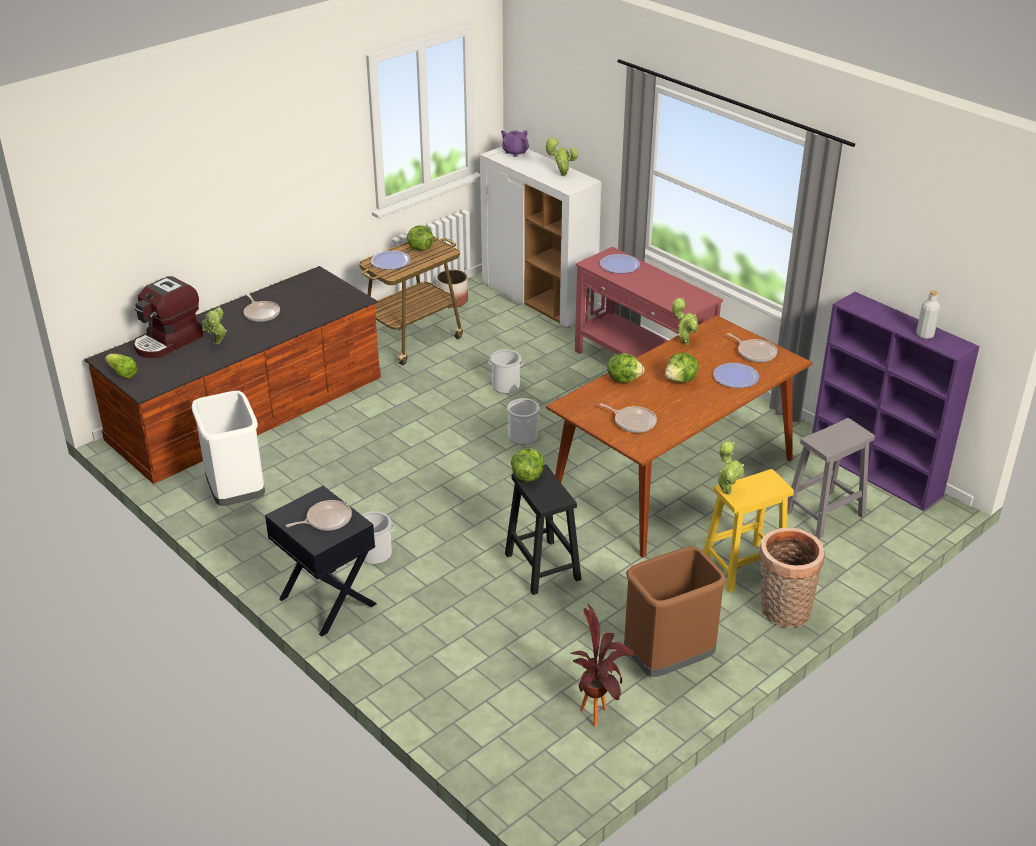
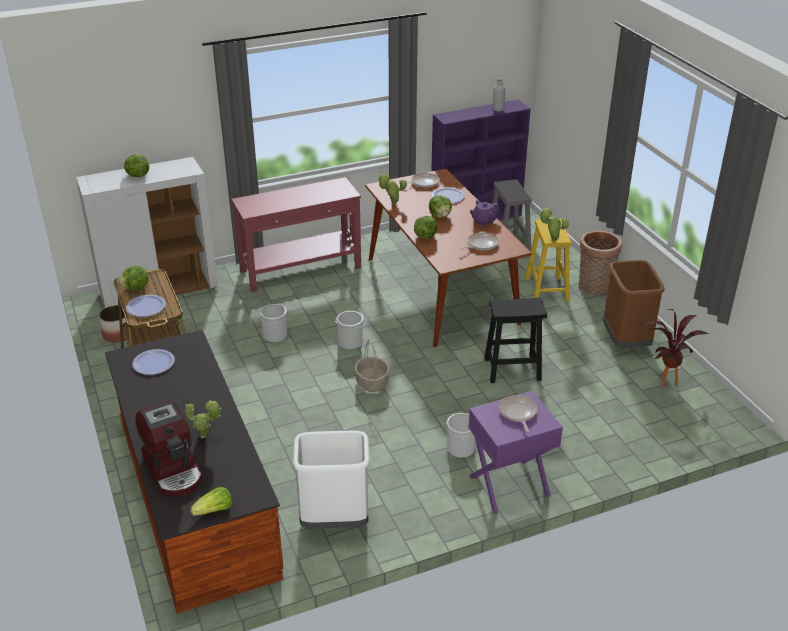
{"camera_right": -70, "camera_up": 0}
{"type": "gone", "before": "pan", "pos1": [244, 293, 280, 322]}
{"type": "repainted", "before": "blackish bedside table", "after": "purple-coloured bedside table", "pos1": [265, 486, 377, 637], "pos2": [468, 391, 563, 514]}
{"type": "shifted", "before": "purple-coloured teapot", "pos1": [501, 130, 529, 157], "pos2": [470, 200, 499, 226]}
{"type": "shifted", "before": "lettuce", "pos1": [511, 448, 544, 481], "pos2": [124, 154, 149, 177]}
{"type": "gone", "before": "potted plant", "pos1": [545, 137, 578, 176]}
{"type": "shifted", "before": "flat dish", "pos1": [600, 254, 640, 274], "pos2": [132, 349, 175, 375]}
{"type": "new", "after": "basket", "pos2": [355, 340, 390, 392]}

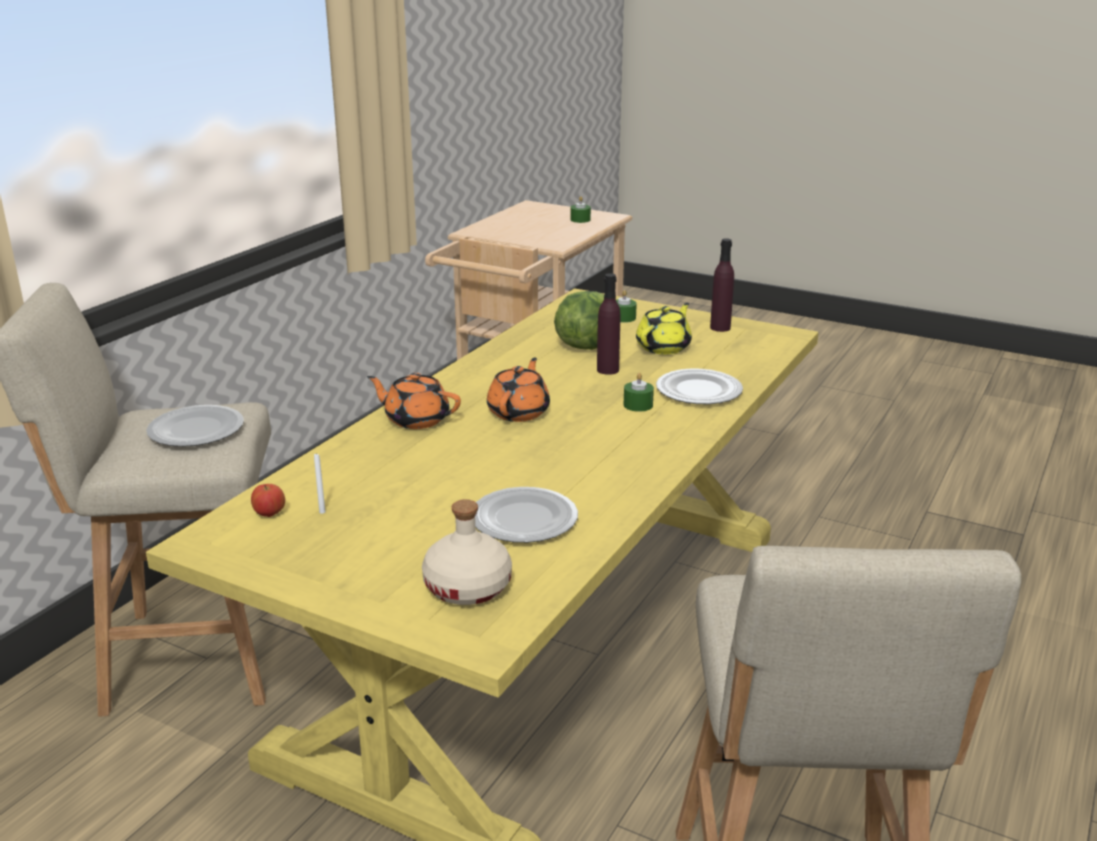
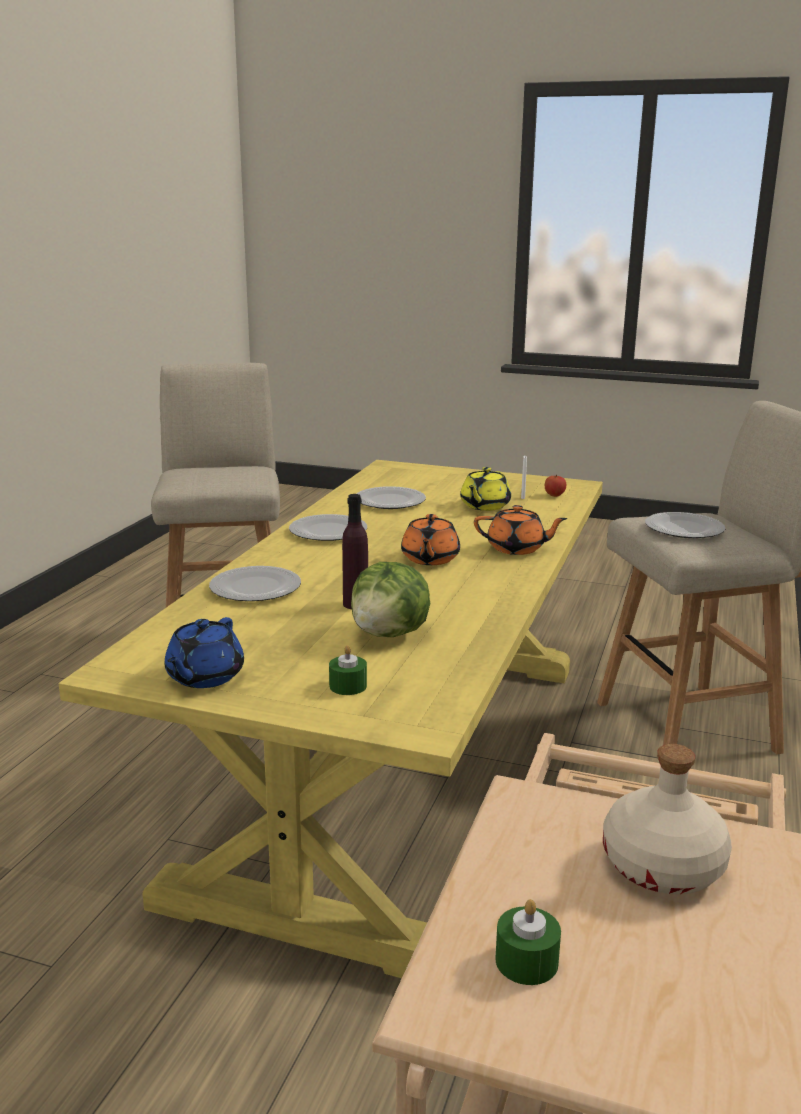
{"camera_right": 170, "camera_up": -5}
{"type": "shifted", "before": "beige bottle", "pos1": [422, 499, 512, 605], "pos2": [603, 744, 732, 894]}
{"type": "gone", "before": "green-coloured wax light", "pos1": [624, 373, 654, 412]}
{"type": "shifted", "before": "yellowish teapot", "pos1": [636, 303, 692, 354], "pos2": [460, 467, 511, 511]}
{"type": "swapped", "before": "purple-coloured bottle", "after": "bluish teapot", "pos1": [710, 238, 734, 332], "pos2": [165, 617, 244, 688]}
{"type": "new", "after": "flat dish", "pos2": [289, 514, 367, 541]}

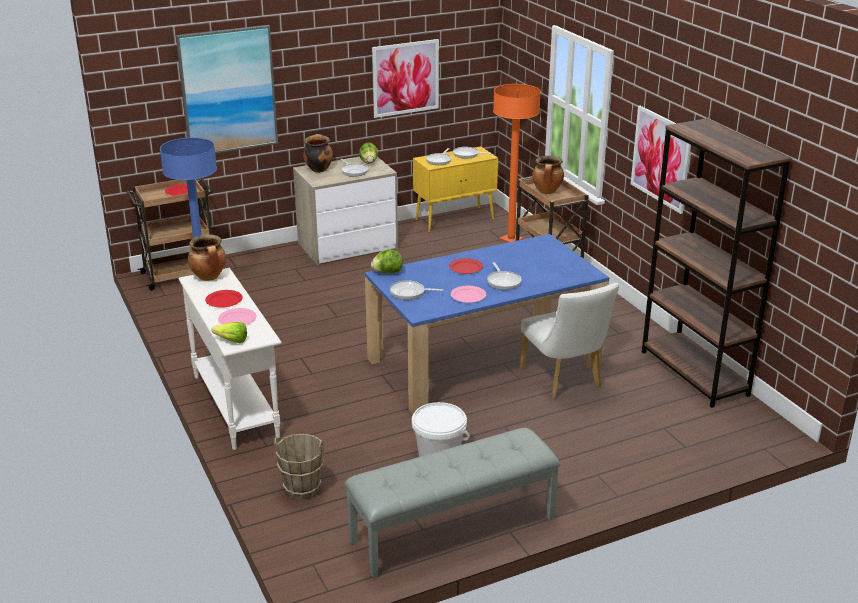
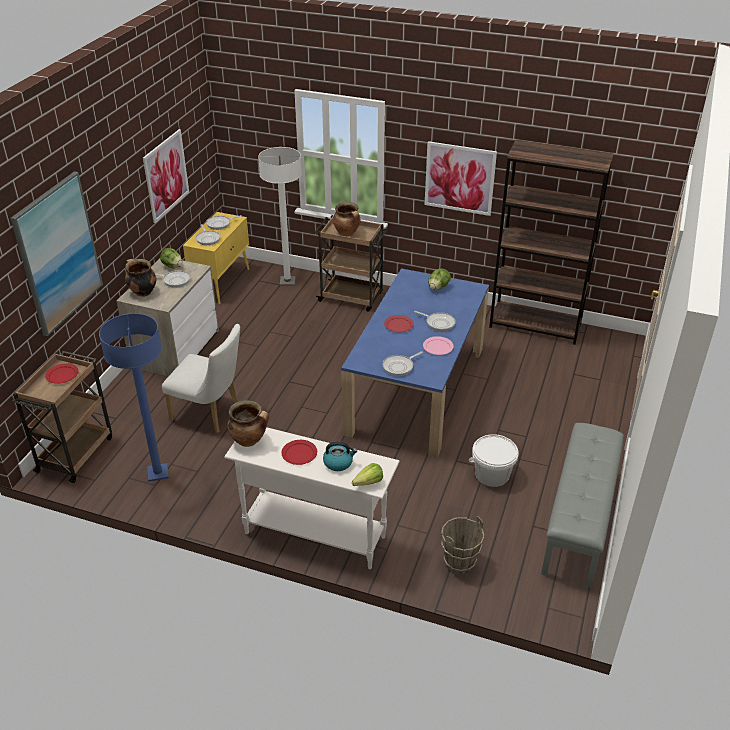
{"camera_right": -45, "camera_up": 10}
{"type": "swapped", "before": "pinkish flat dish", "after": "kettle", "pos1": [218, 308, 256, 325], "pos2": [323, 441, 357, 471]}
{"type": "shifted", "before": "lettuce", "pos1": [371, 249, 403, 274], "pos2": [428, 268, 451, 290]}
{"type": "repainted", "before": "orange-coloured standard lamp", "after": "white-coloured standard lamp", "pos1": [493, 84, 541, 243], "pos2": [258, 147, 302, 286]}
{"type": "shifted", "before": "white-coloured chair", "pos1": [520, 283, 619, 399], "pos2": [162, 324, 240, 433]}

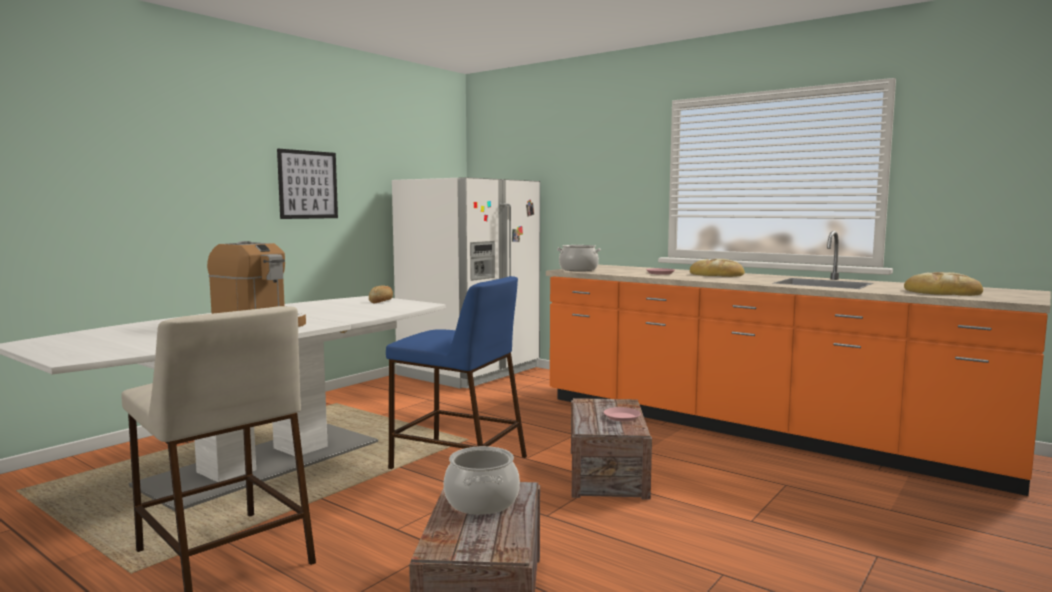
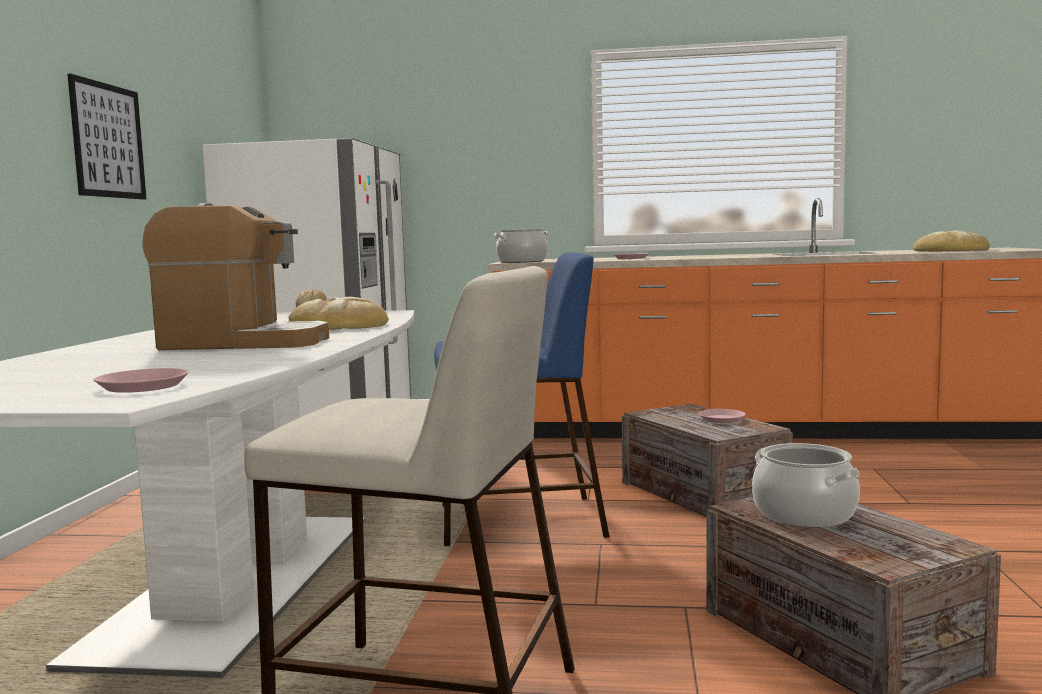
{"camera_right": -30, "camera_up": 0}
{"type": "shifted", "before": "baked bread", "pos1": [690, 259, 745, 277], "pos2": [289, 297, 389, 330]}
{"type": "new", "after": "pinkish flat dish", "pos2": [94, 368, 189, 393]}

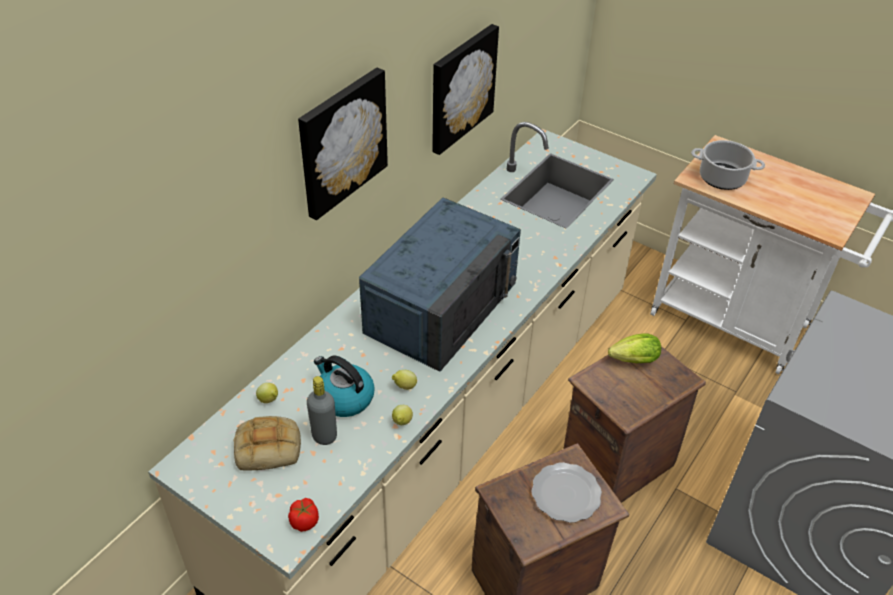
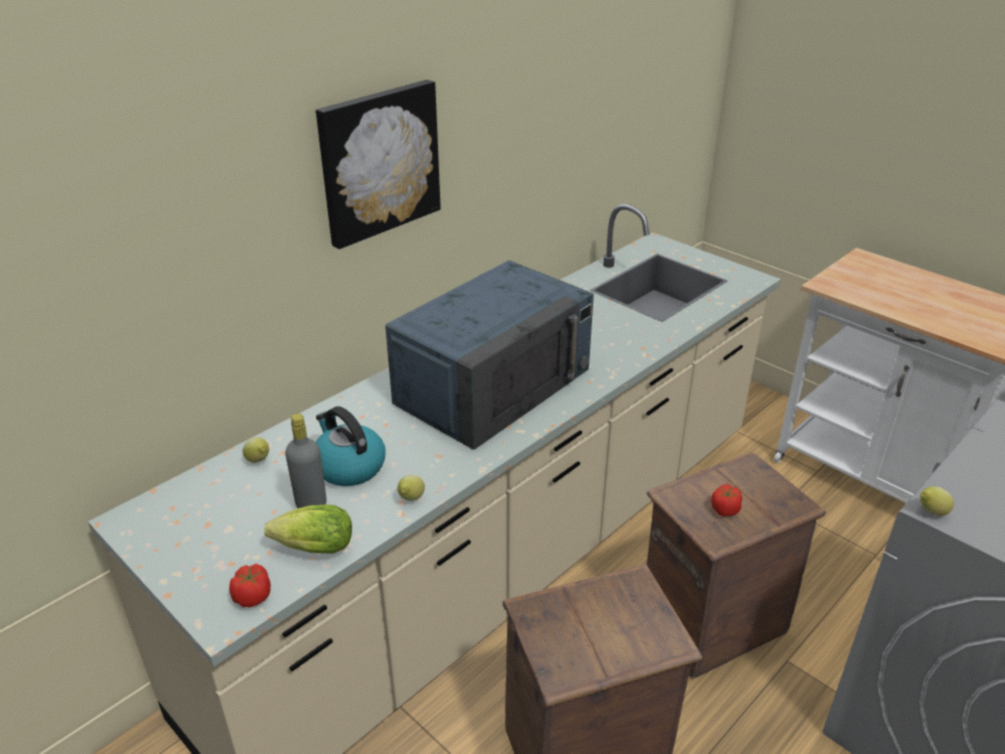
{"camera_right": 10, "camera_up": -10}
{"type": "gone", "before": "baked bread", "pos1": [233, 416, 301, 471]}
{"type": "shifted", "before": "whole lemon", "pos1": [392, 370, 417, 390], "pos2": [920, 486, 954, 516]}
{"type": "gone", "before": "wall picture", "pos1": [432, 24, 499, 155]}
{"type": "gone", "before": "flat dish", "pos1": [532, 462, 602, 523]}
{"type": "shifted", "before": "lettuce", "pos1": [608, 333, 661, 363], "pos2": [264, 505, 352, 554]}
{"type": "gone", "before": "saucepot", "pos1": [691, 140, 765, 190]}
{"type": "new", "after": "tomato", "pos2": [711, 484, 742, 516]}

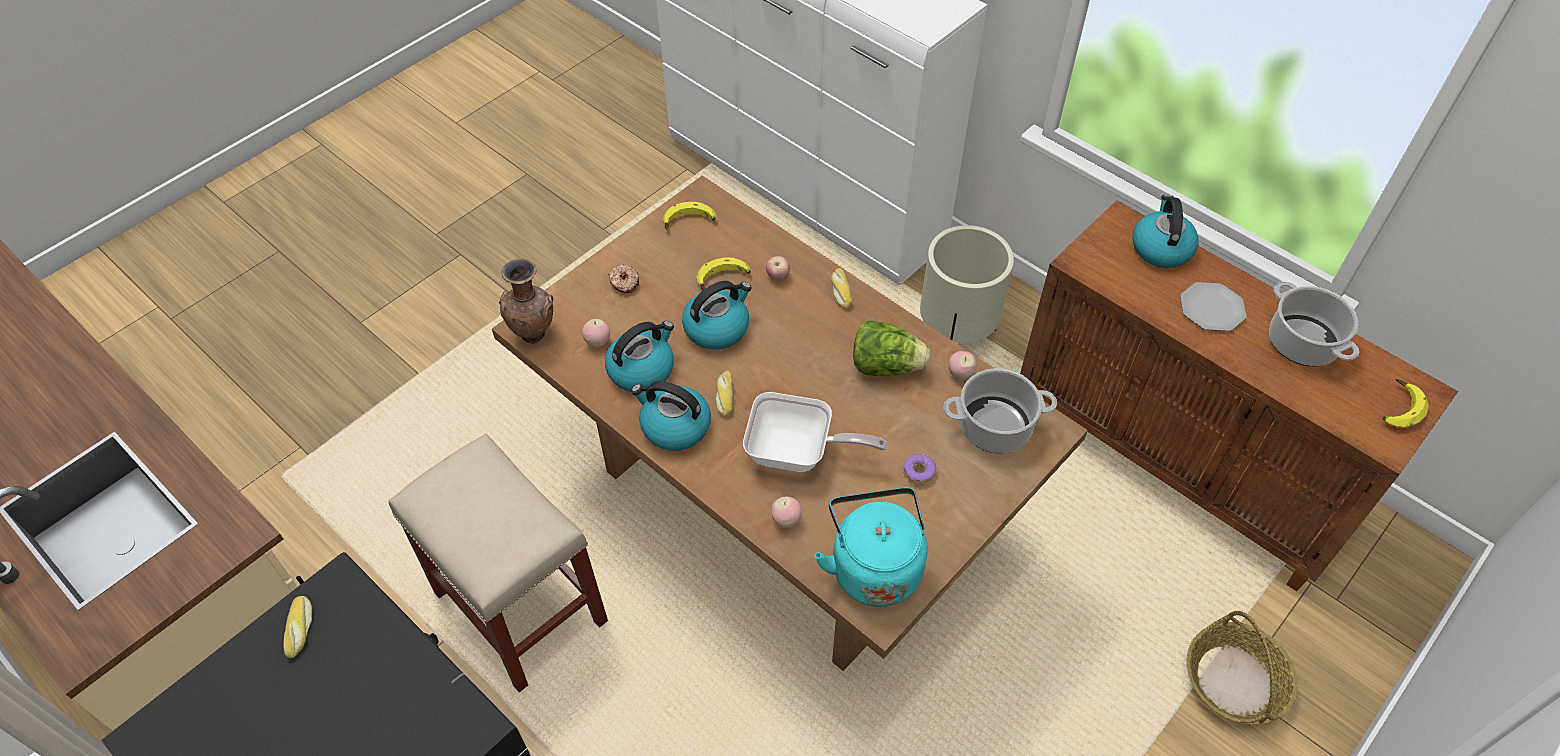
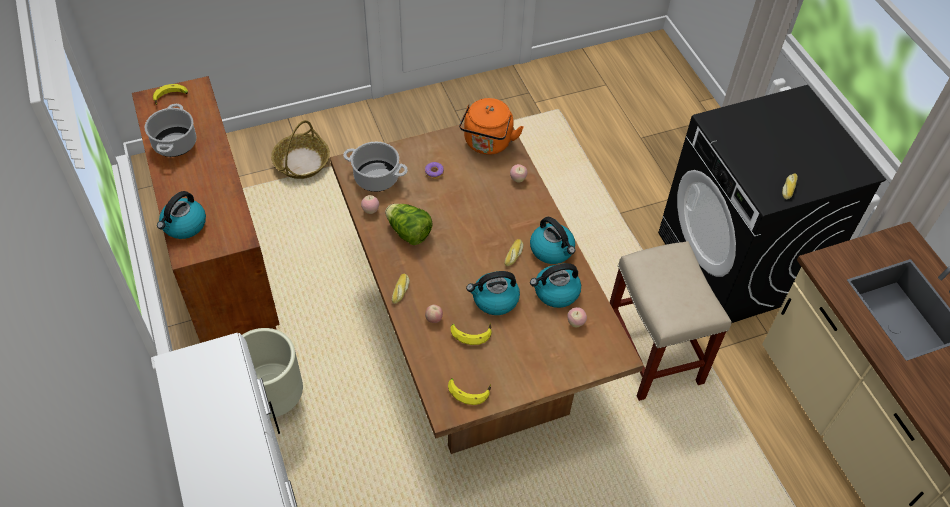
{"camera_right": -155, "camera_up": 0}
{"type": "gone", "before": "brown-coloured flower vase", "pos1": [499, 259, 553, 344]}
{"type": "gone", "before": "doughnut", "pos1": [609, 265, 639, 293]}
{"type": "gone", "before": "pan", "pos1": [743, 392, 887, 472]}
{"type": "repainted", "before": "turquoise kettle", "after": "orange-coloured kettle", "pos1": [814, 487, 928, 607], "pos2": [459, 98, 524, 155]}
{"type": "gone", "before": "flat dish", "pos1": [1180, 282, 1247, 331]}

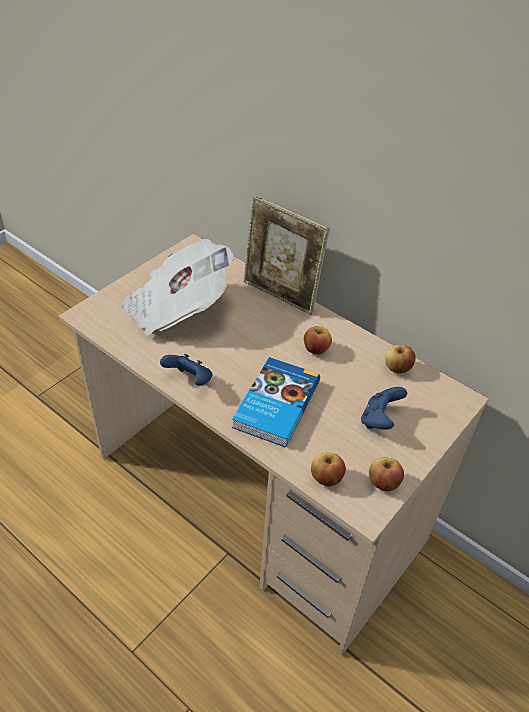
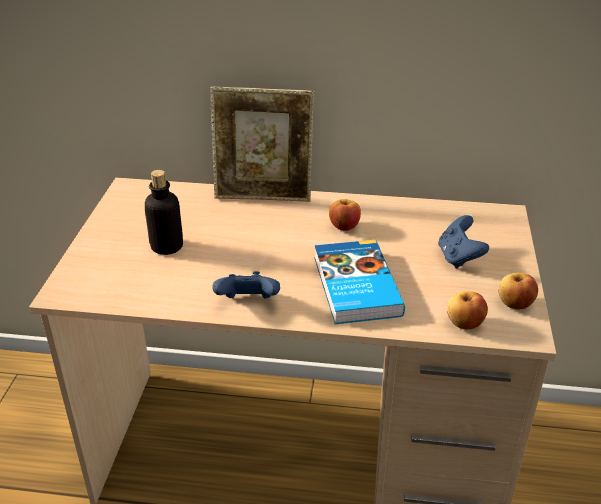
{"camera_right": -30, "camera_up": -10}
{"type": "swapped", "before": "daily paper", "after": "bottle", "pos1": [122, 239, 234, 336], "pos2": [145, 170, 183, 255]}
{"type": "gone", "before": "apple fruit", "pos1": [385, 345, 416, 373]}

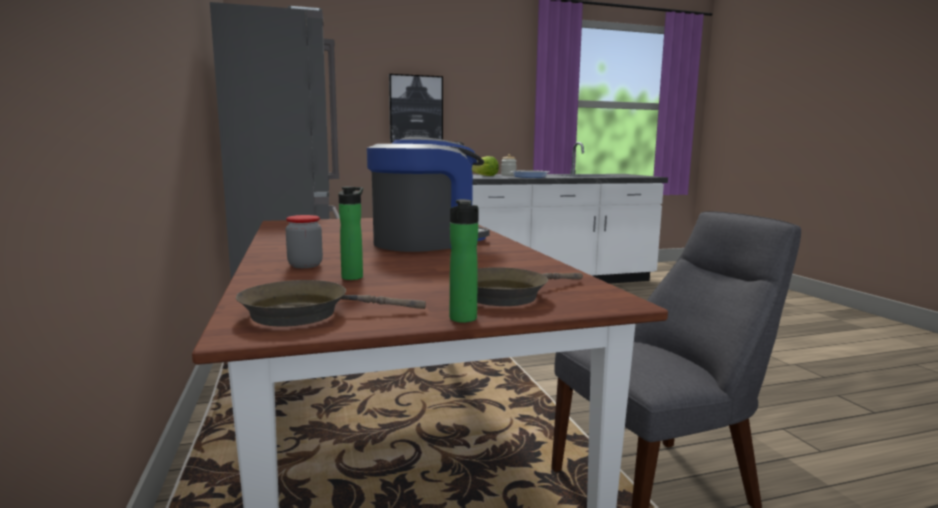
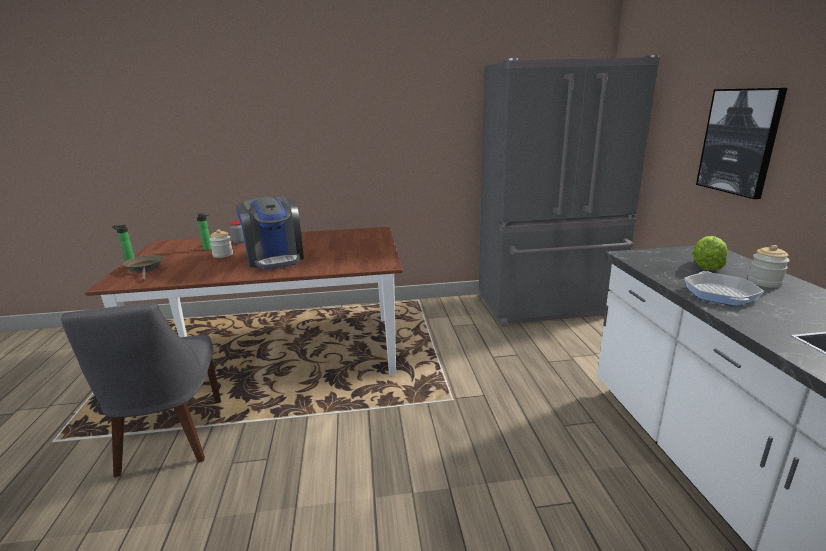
{"camera_right": 100, "camera_up": 10}
{"type": "gone", "before": "brown-coloured pan", "pos1": [236, 280, 426, 327]}
{"type": "new", "after": "preserve jar", "pos2": [209, 229, 233, 258]}

